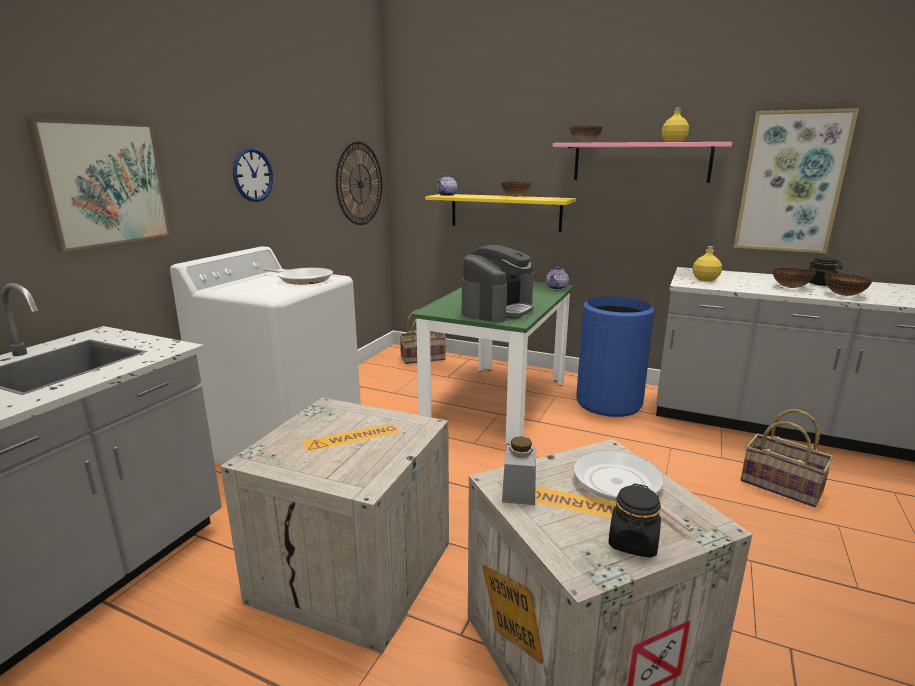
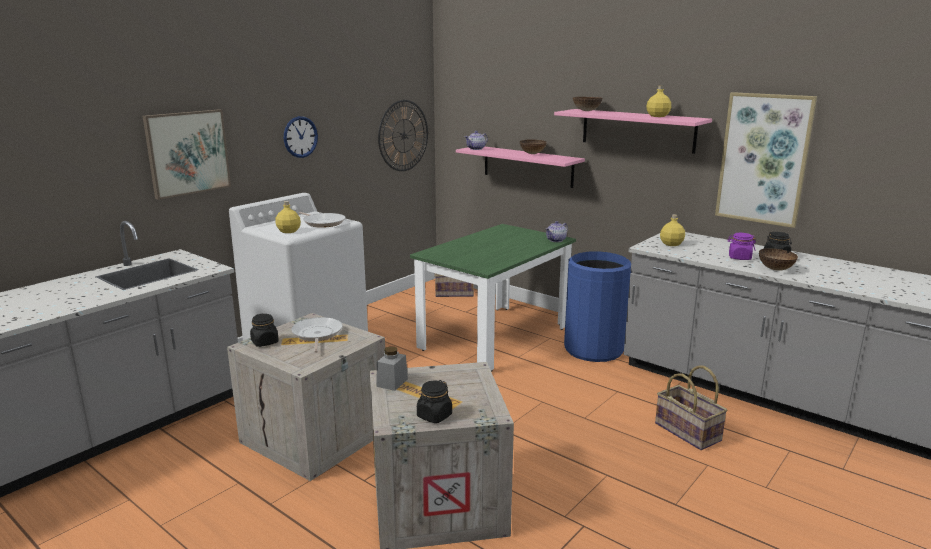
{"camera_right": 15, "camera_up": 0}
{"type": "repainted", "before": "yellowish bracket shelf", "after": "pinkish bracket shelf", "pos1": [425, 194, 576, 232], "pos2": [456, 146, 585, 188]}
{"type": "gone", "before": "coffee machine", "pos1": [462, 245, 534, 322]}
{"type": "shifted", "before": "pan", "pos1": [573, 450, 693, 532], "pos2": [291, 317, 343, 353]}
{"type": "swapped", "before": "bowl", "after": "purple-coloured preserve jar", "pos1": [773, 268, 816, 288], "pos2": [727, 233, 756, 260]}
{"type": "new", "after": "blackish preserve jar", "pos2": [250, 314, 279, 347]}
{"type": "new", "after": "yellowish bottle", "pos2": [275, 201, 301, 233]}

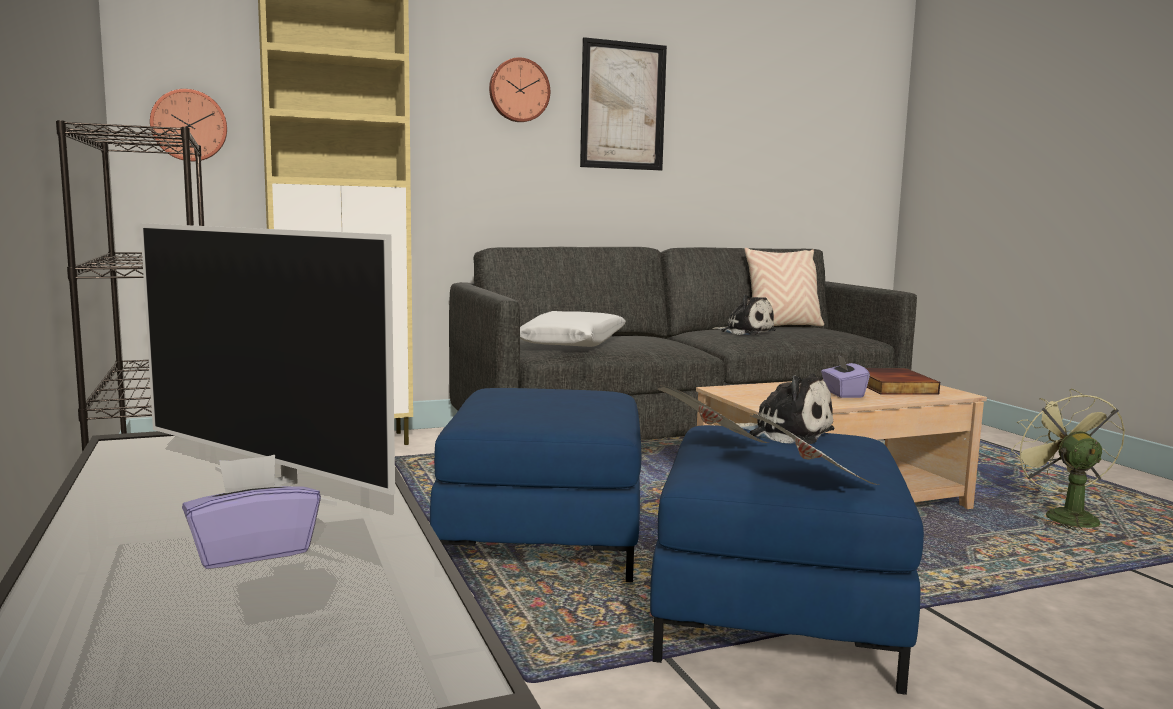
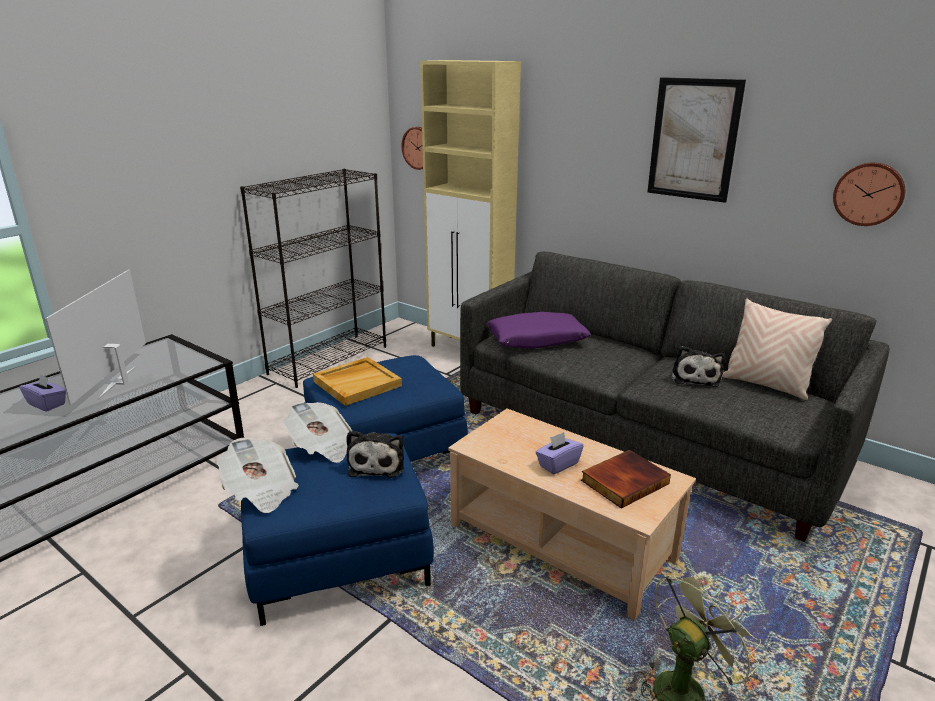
{"camera_right": 60, "camera_up": 15}
{"type": "shifted", "before": "wall clock", "pos1": [489, 57, 550, 122], "pos2": [833, 162, 905, 226]}
{"type": "repainted", "before": "white-coloured throw pillow", "after": "purple-coloured throw pillow", "pos1": [520, 311, 626, 347], "pos2": [486, 312, 591, 349]}
{"type": "new", "after": "beige carrying tray", "pos2": [313, 357, 402, 406]}

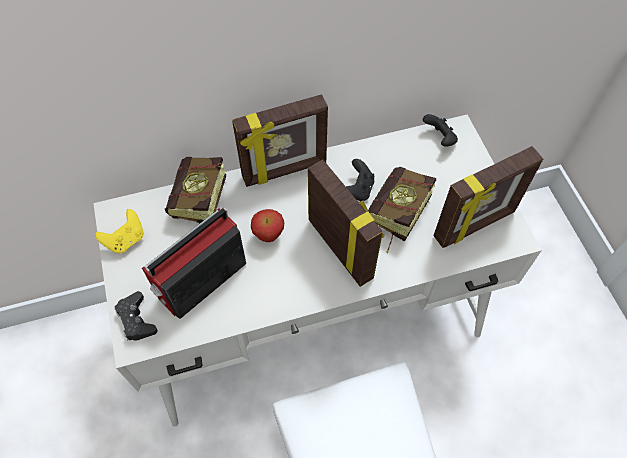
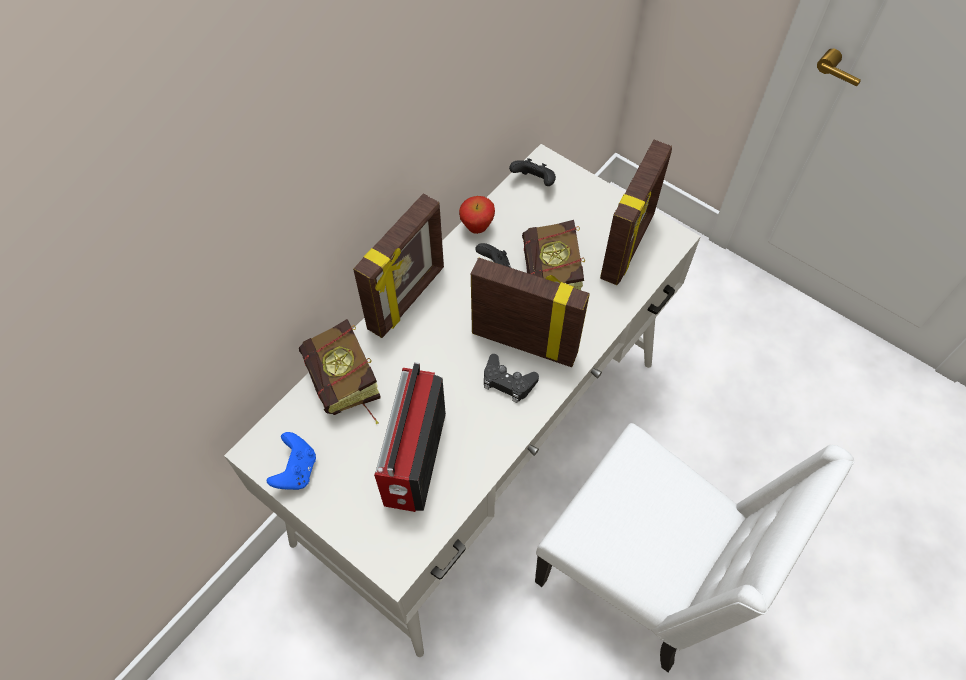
{"camera_right": -35, "camera_up": 0}
{"type": "repainted", "before": "yellowish gamepad", "after": "bluish gamepad", "pos1": [95, 209, 143, 254], "pos2": [267, 432, 316, 490]}
{"type": "shifted", "before": "blackish gamepad", "pos1": [114, 291, 157, 341], "pos2": [484, 354, 539, 403]}
{"type": "shifted", "before": "apple fruit", "pos1": [251, 209, 284, 242], "pos2": [459, 196, 495, 234]}

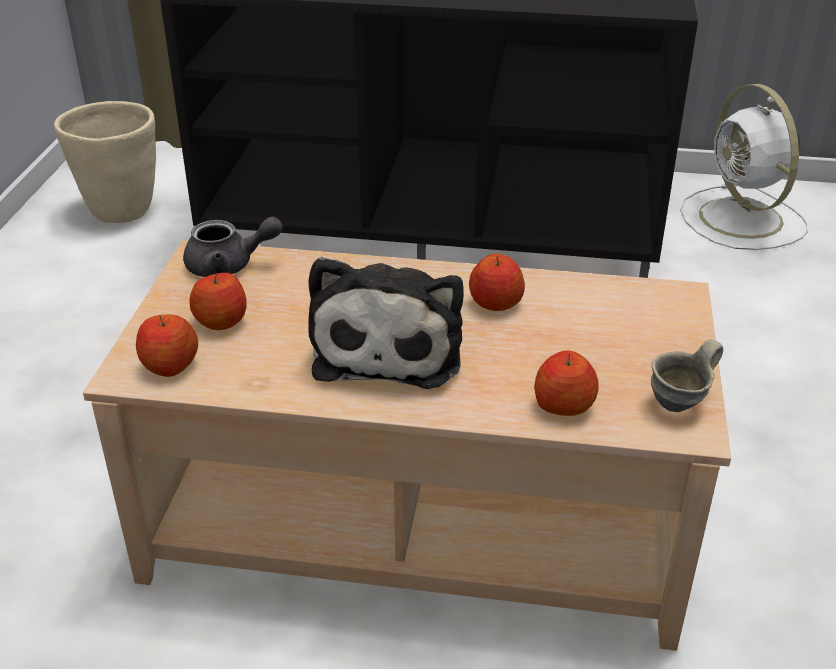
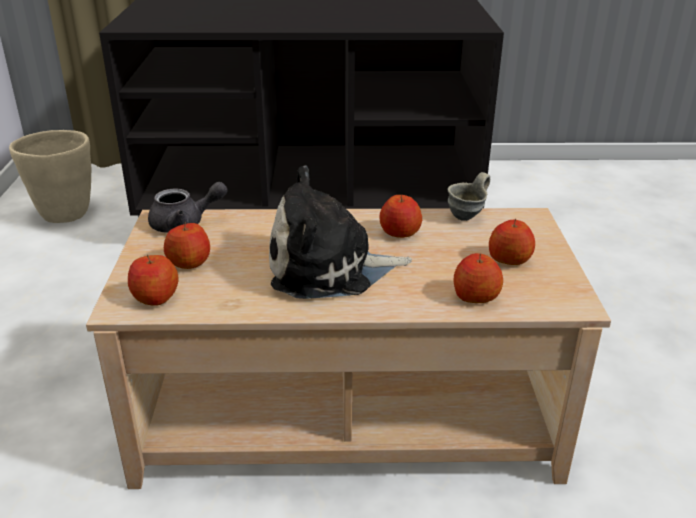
{"camera_right": -10, "camera_up": -5}
{"type": "rotated", "before": "soft toy", "pos1": [308, 257, 464, 389], "pos2": [269, 165, 412, 299], "turn": 90}
{"type": "shifted", "before": "gray tea mug", "pos1": [651, 339, 723, 412], "pos2": [447, 172, 490, 221]}
{"type": "gone", "before": "white-coloured cooling fan", "pos1": [680, 84, 808, 250]}
{"type": "new", "after": "apple fruit", "pos2": [489, 219, 535, 265]}

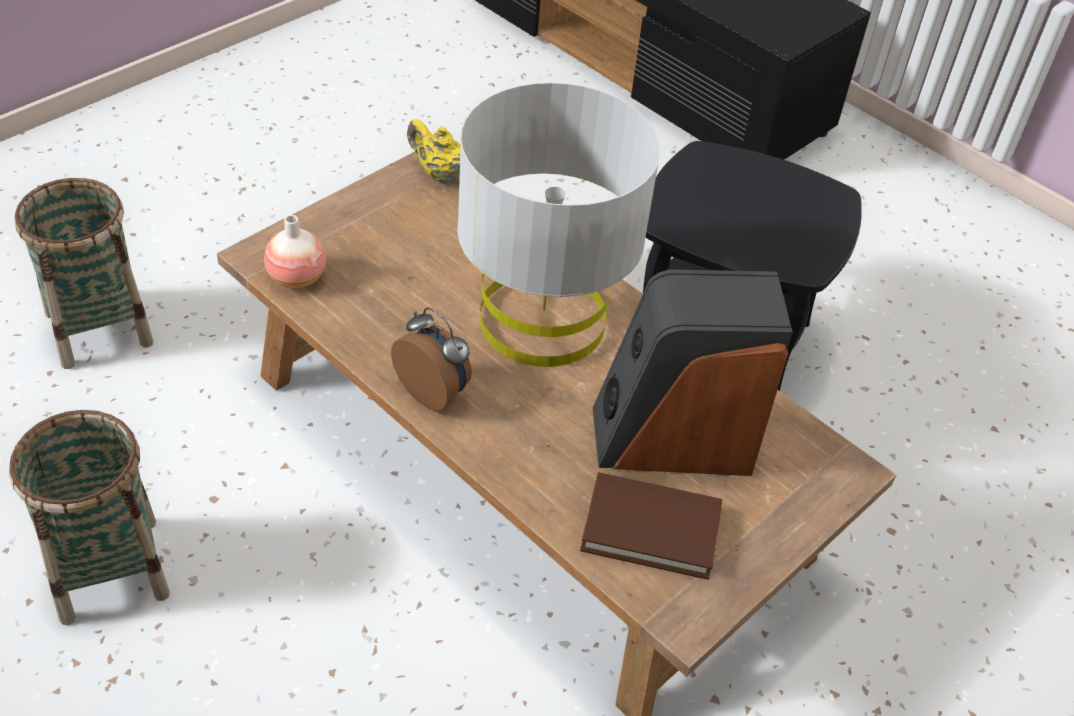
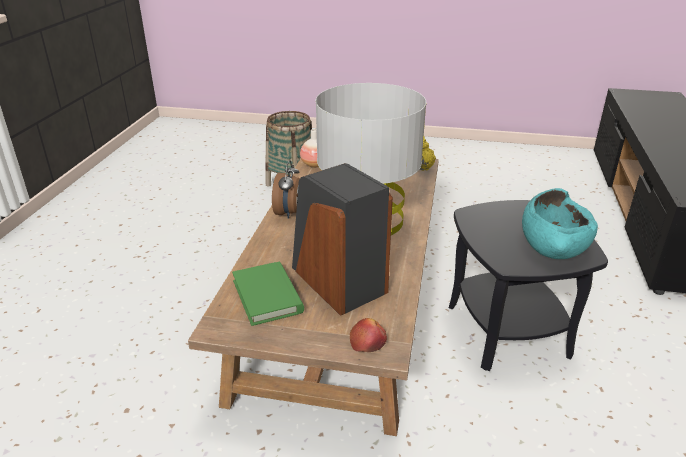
{"camera_right": 60, "camera_up": -15}
{"type": "gone", "before": "basket", "pos1": [9, 410, 170, 625]}
{"type": "repainted", "before": "brown-coloured book", "after": "green-coloured book", "pos1": [580, 473, 722, 580], "pos2": [232, 262, 304, 326]}
{"type": "new", "after": "apple fruit", "pos2": [350, 318, 387, 352]}
{"type": "new", "after": "turquoise bowl", "pos2": [522, 188, 598, 259]}

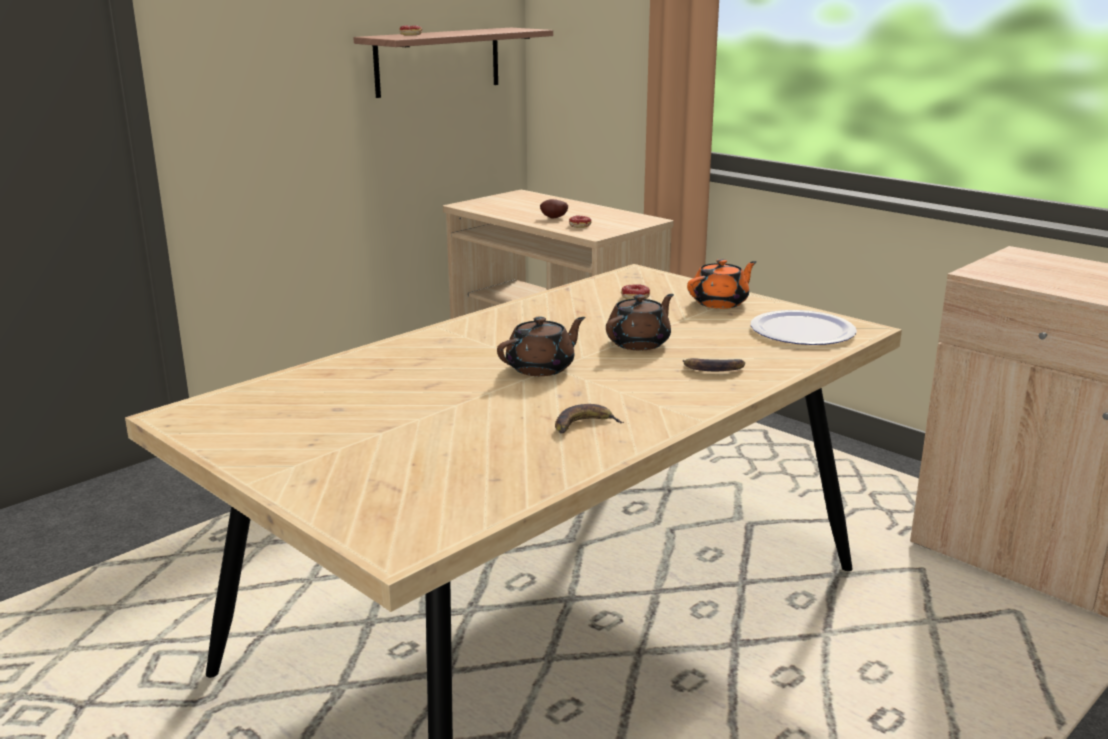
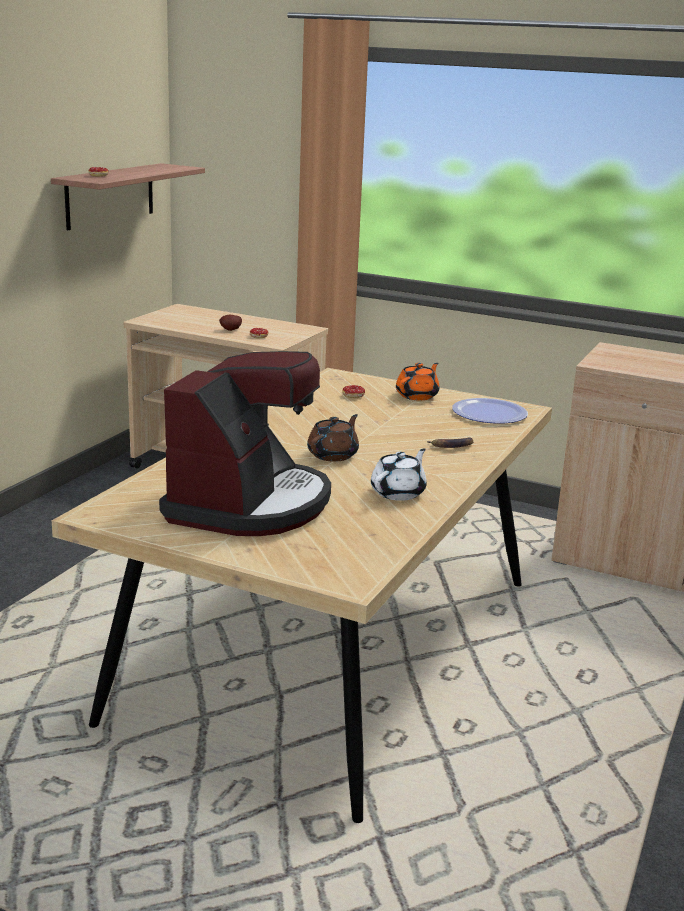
{"camera_right": -20, "camera_up": 0}
{"type": "swapped", "before": "whole banana", "after": "white-coloured teapot", "pos1": [555, 404, 624, 434], "pos2": [371, 448, 427, 501]}
{"type": "gone", "before": "brown-coloured teapot", "pos1": [606, 294, 674, 350]}
{"type": "new", "after": "coffee machine", "pos2": [159, 351, 331, 536]}

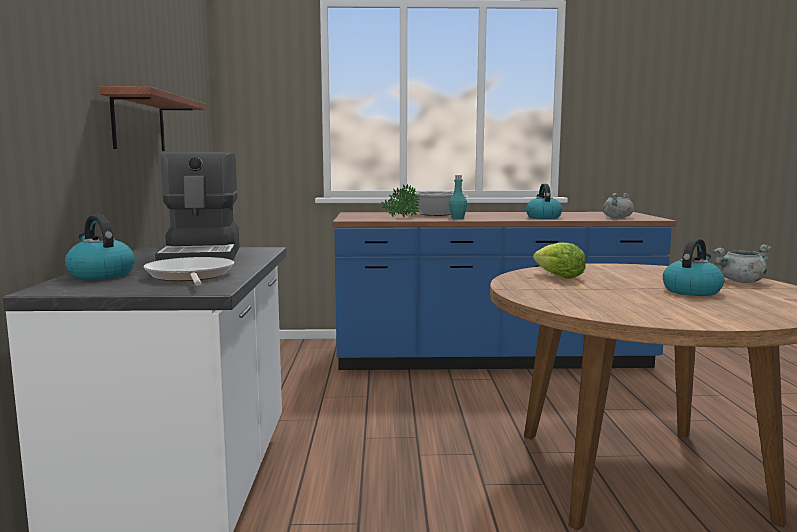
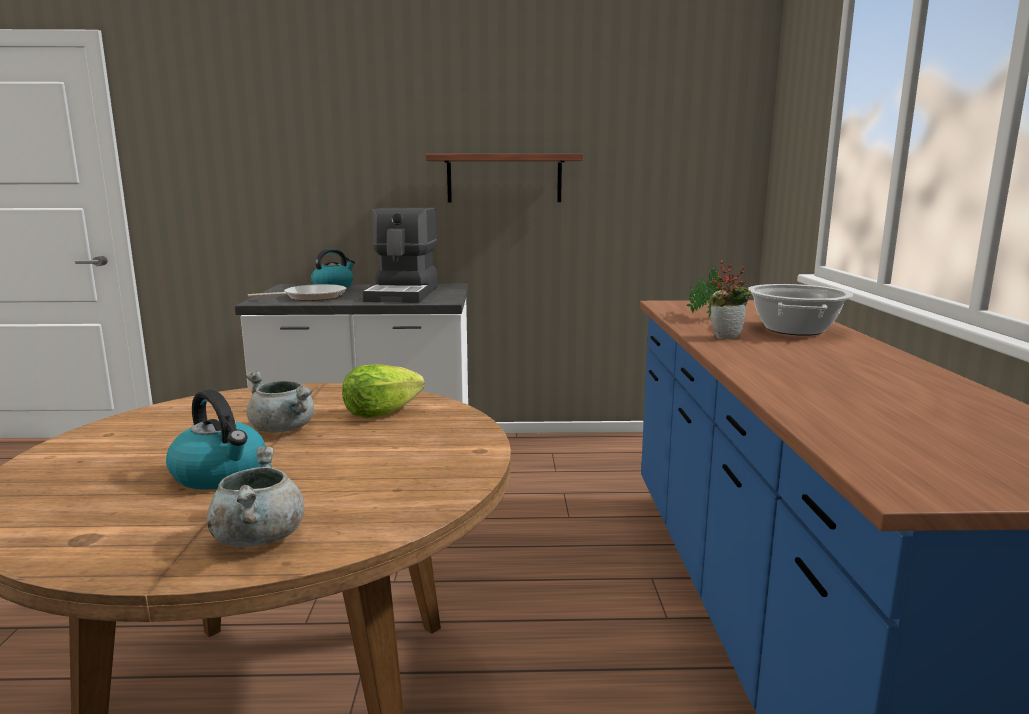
{"camera_right": 90, "camera_up": 5}
{"type": "rotated", "before": "coffee machine", "pos1": [155, 152, 239, 261], "pos2": [363, 207, 438, 303], "turn": -75}
{"type": "swapped", "before": "turquoise bottle", "after": "potted plant", "pos1": [449, 175, 467, 219], "pos2": [710, 260, 751, 339]}
{"type": "gone", "before": "kettle", "pos1": [526, 184, 562, 219]}
{"type": "shifted", "before": "gray saucepot", "pos1": [603, 193, 634, 218], "pos2": [245, 370, 314, 432]}

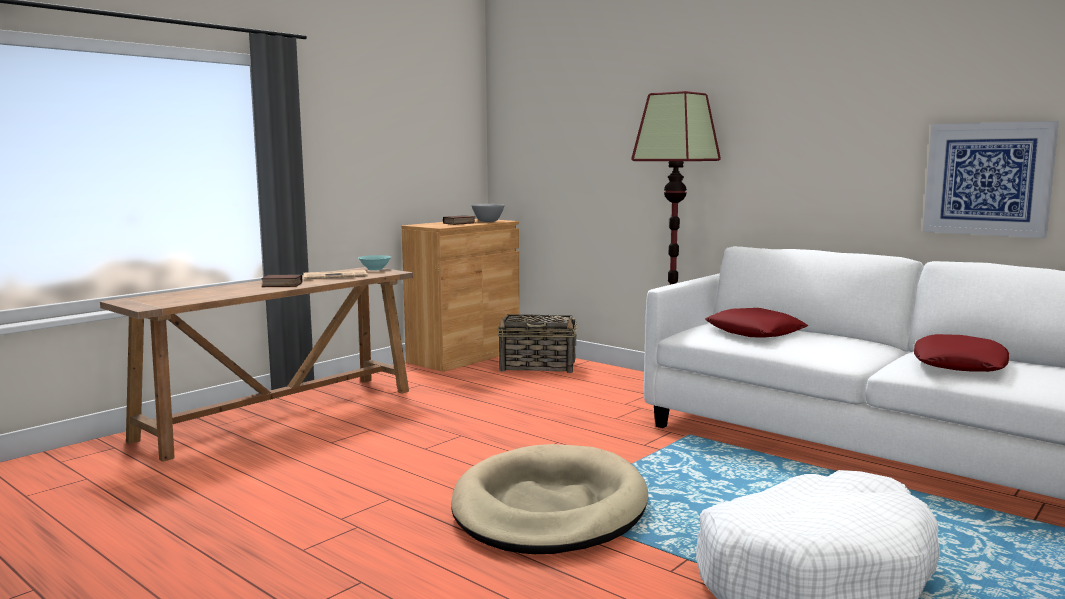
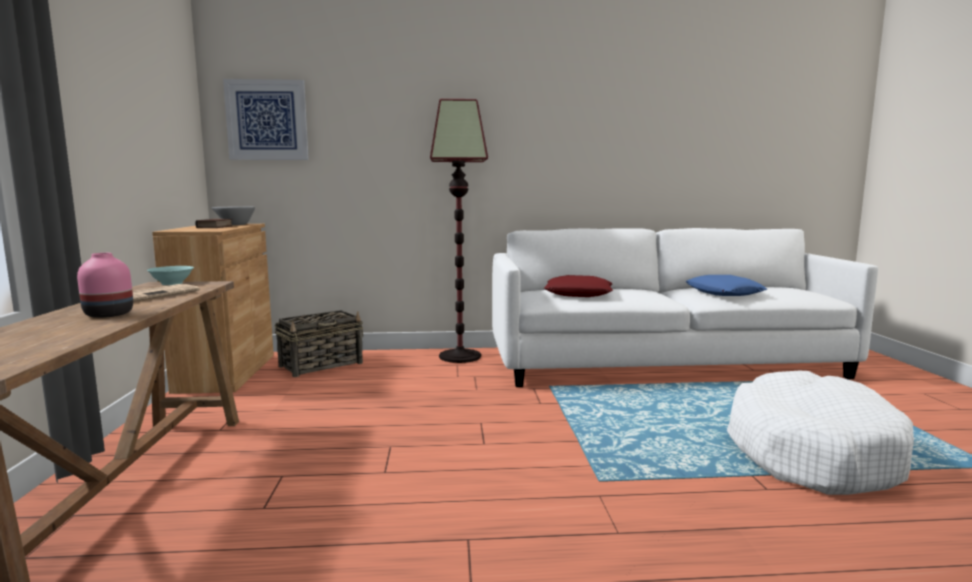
{"camera_right": -45, "camera_up": 0}
{"type": "swapped", "before": "book", "after": "pinkish flower vase", "pos1": [261, 275, 302, 287], "pos2": [77, 253, 133, 318]}
{"type": "gone", "before": "beige dog cushion", "pos1": [451, 444, 648, 554]}
{"type": "repainted", "before": "red-coloured throw pillow", "after": "bluish throw pillow", "pos1": [914, 334, 1009, 372], "pos2": [686, 275, 767, 296]}
{"type": "shifted", "before": "wall picture", "pos1": [923, 121, 1059, 238], "pos2": [223, 79, 309, 160]}

